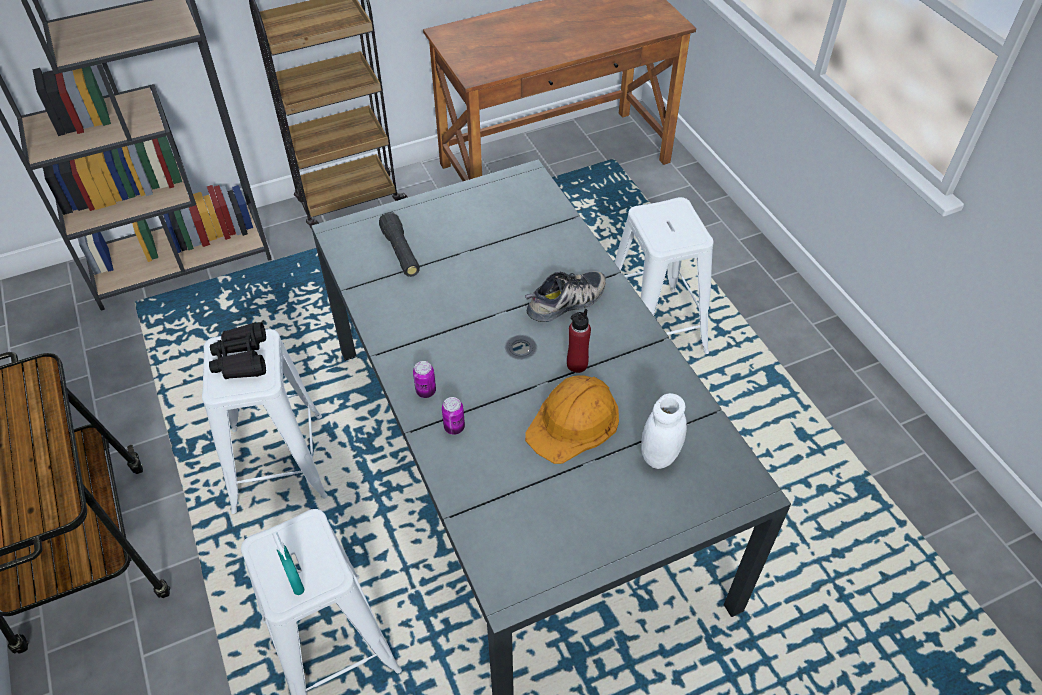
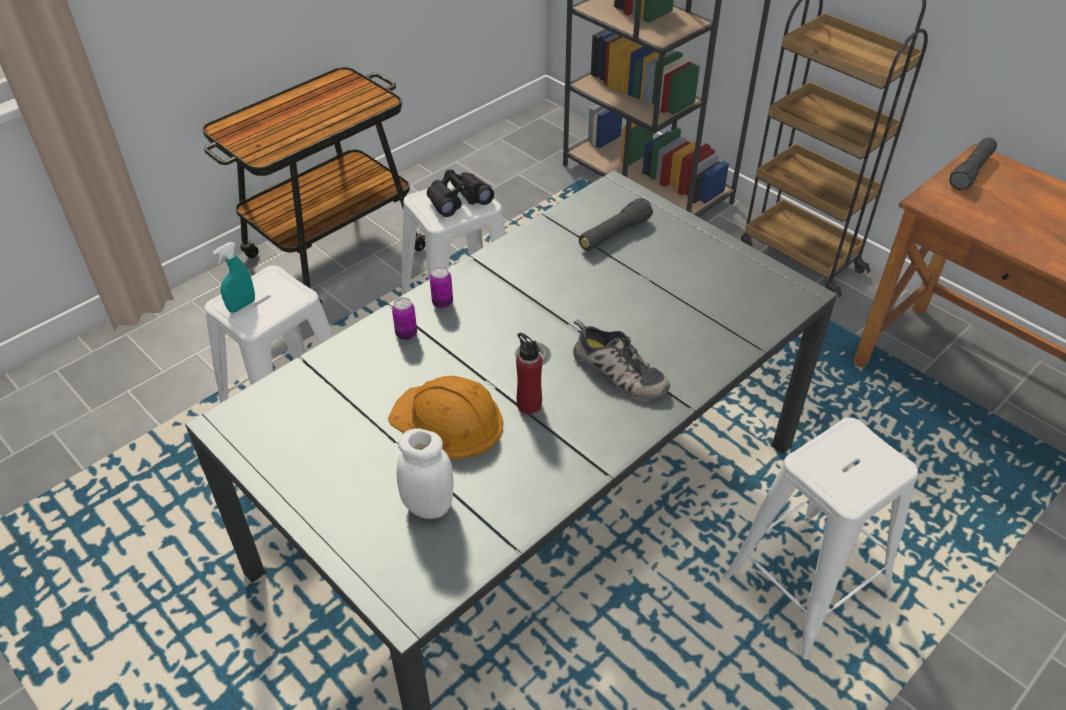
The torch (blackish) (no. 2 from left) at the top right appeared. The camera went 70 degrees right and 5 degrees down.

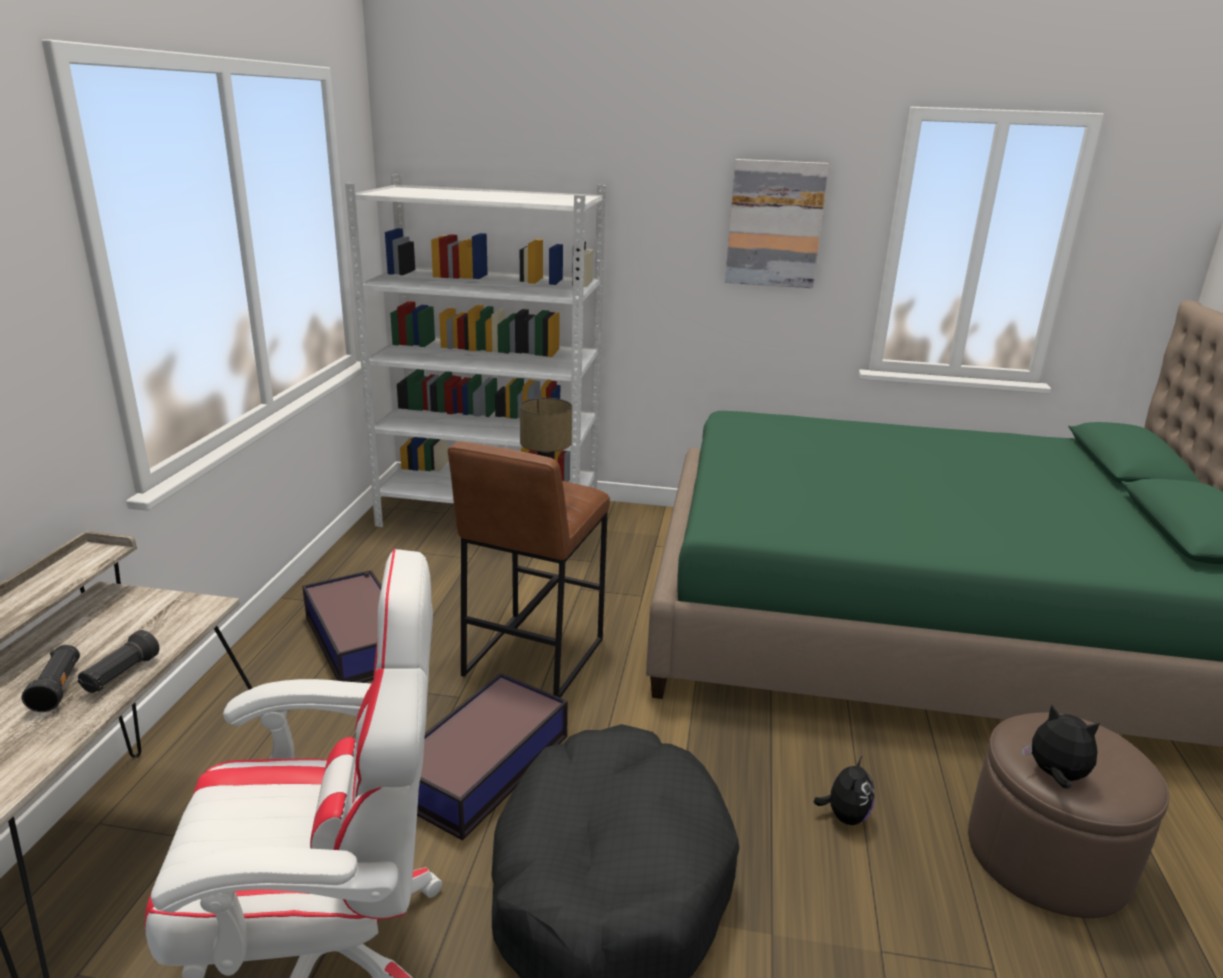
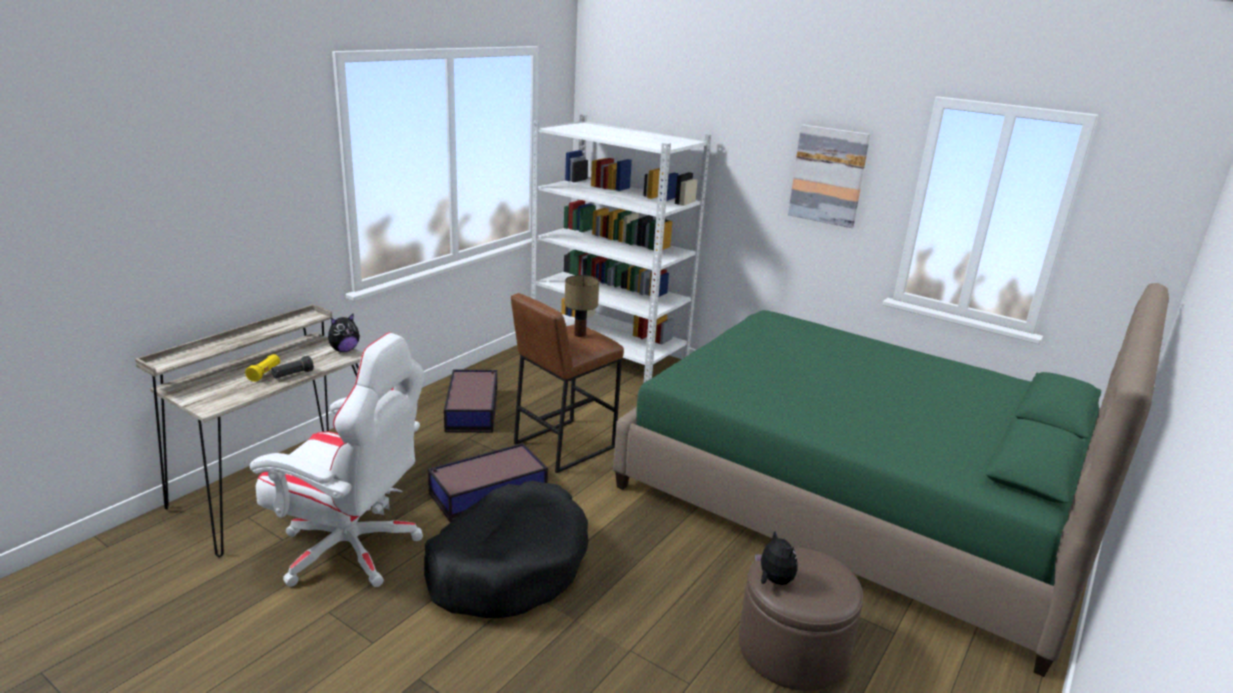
The torch (blackish) (no. 1 from left) at the bottom left became the torch (yellowish) at the middle left. The plush toy (no. 1 from left) moved from the bottom right to the middle left. The camera went 25 degrees right and 0 degrees up.

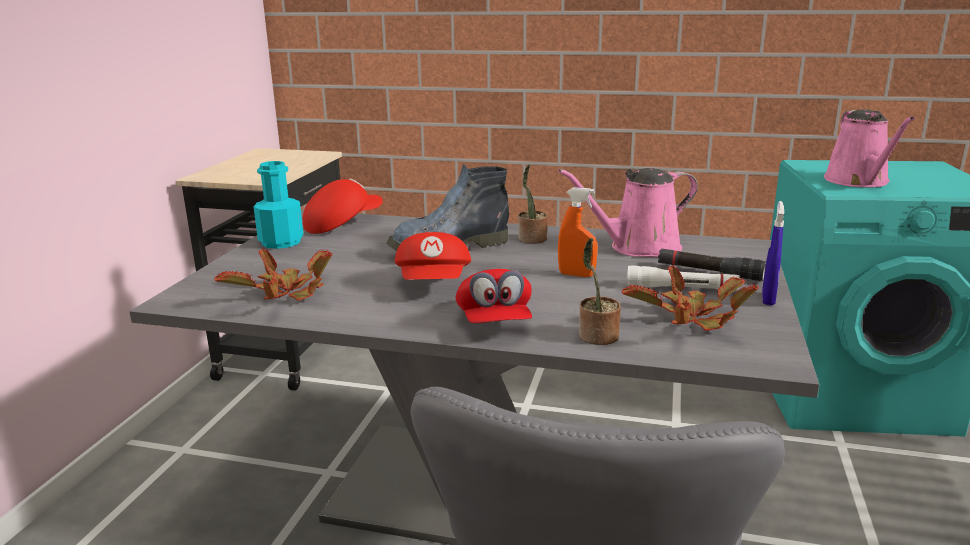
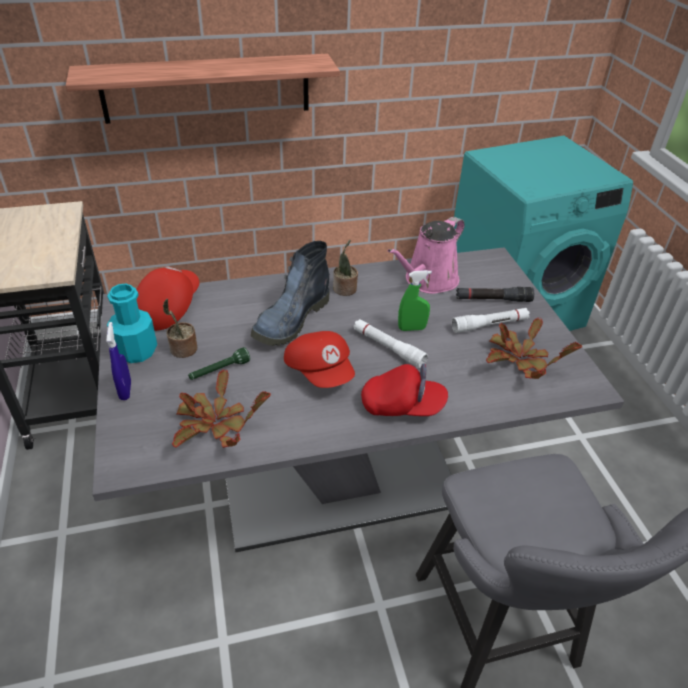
The watering can (pink) (no. 2 from left) at the top right disappeared. The sprayer (orange) at the centre became the sprayer (green) at the centre. The sprayer (bluish) moved from the middle right to the middle left. The potted plant (no. 3 from left in the first image) moved from the centre to the middle left. The baseball cap (red-coloured) (no. 3 from left) at the centre turned 45 degrees counterclockwise. The bracket shelf at the top left appeared. The torch (whitish) (no. 1 from left) at the centre appeared. The torch (green) at the middle left appeared. The camera went 30 degrees left and 20 degrees up.

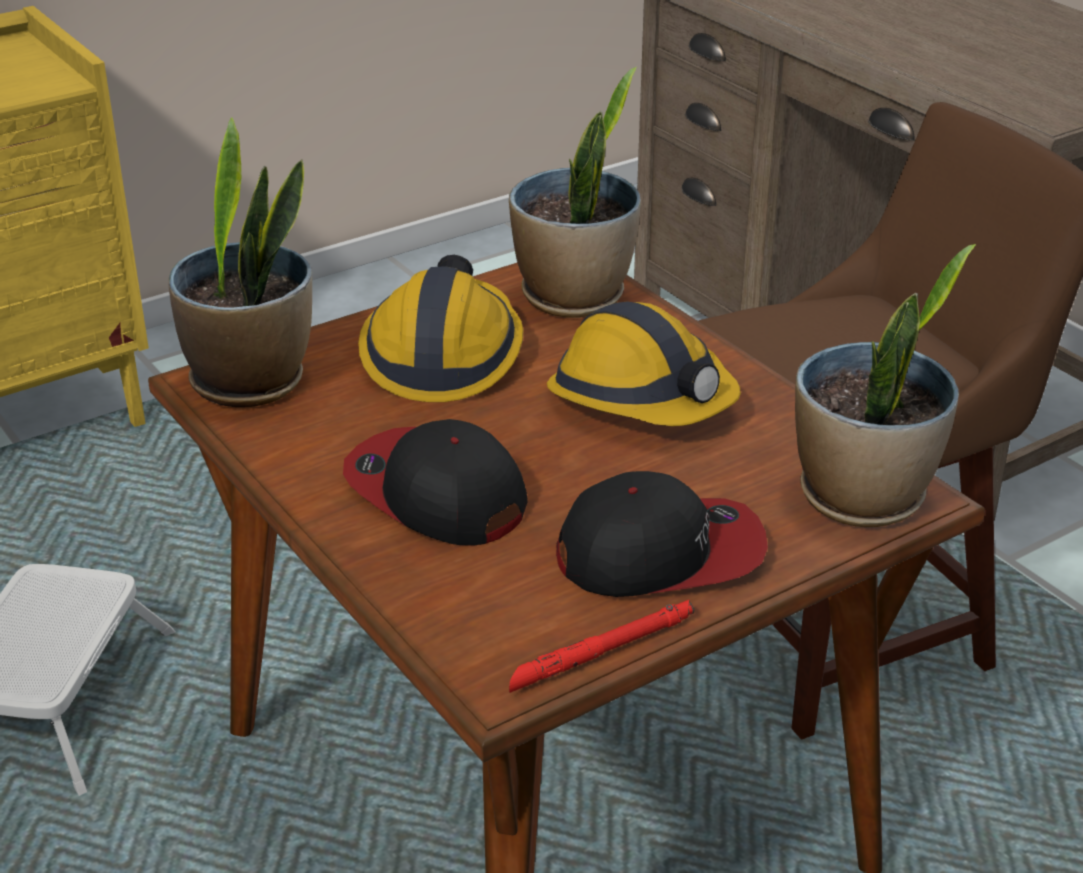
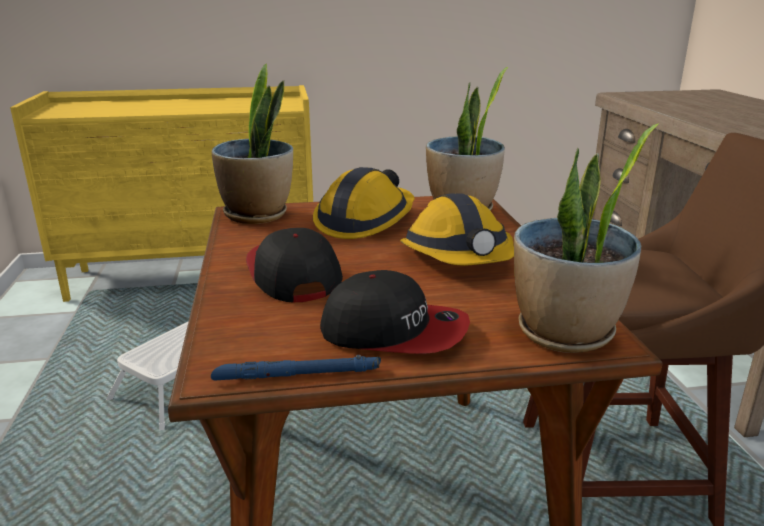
The torch (red-coloured) at the bottom centre became the torch (bluish) at the bottom centre. The camera went 25 degrees right and 10 degrees down.

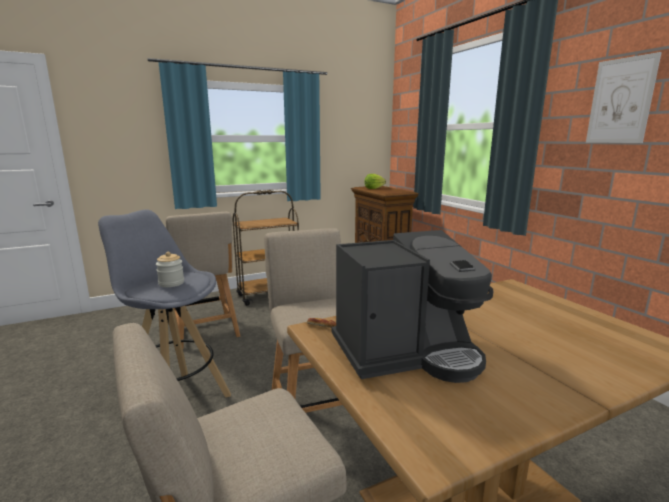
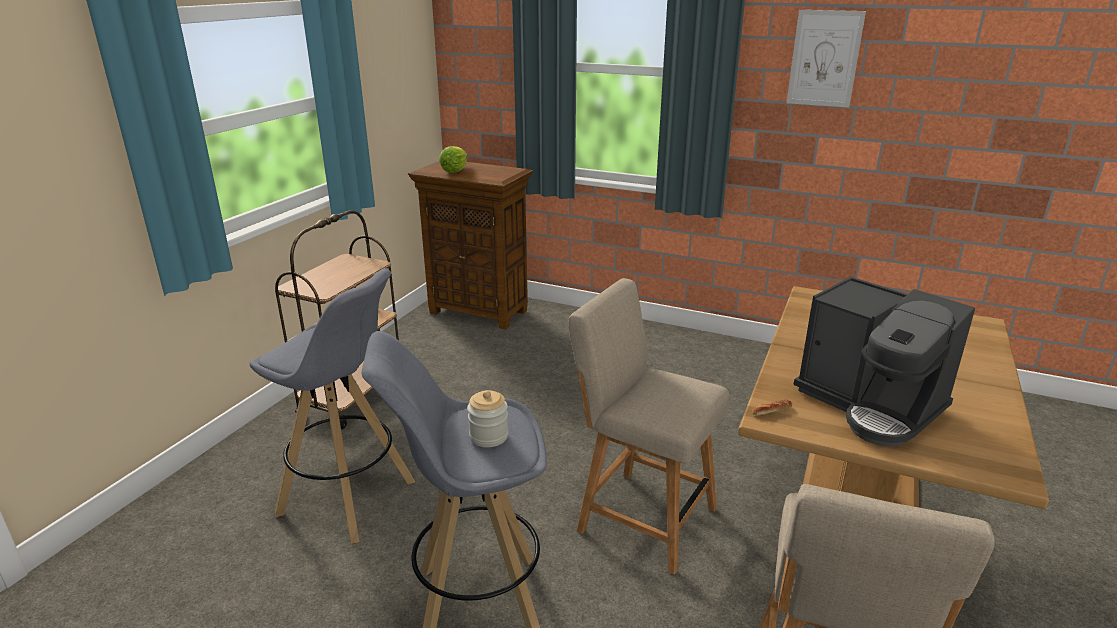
The plain chair (beige) (no. 1 from left) at the middle left was replaced by the stool seat (grey) (no. 1 from left) at the middle left. The coffee machine at the centre turned 105 degrees clockwise. The camera went 40 degrees left and 10 degrees up.

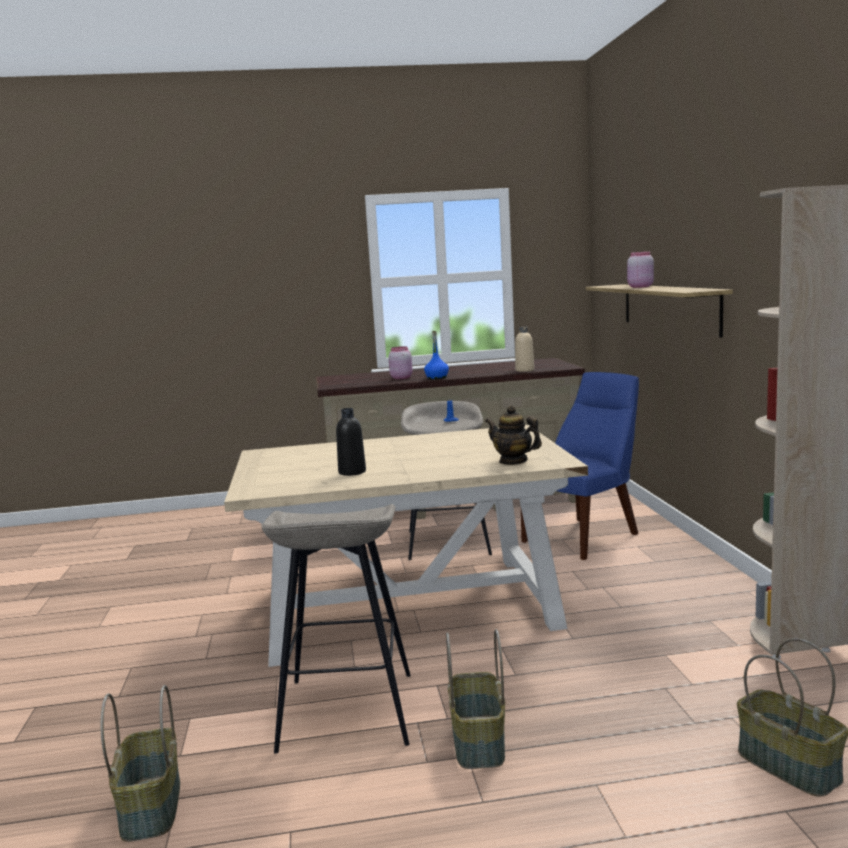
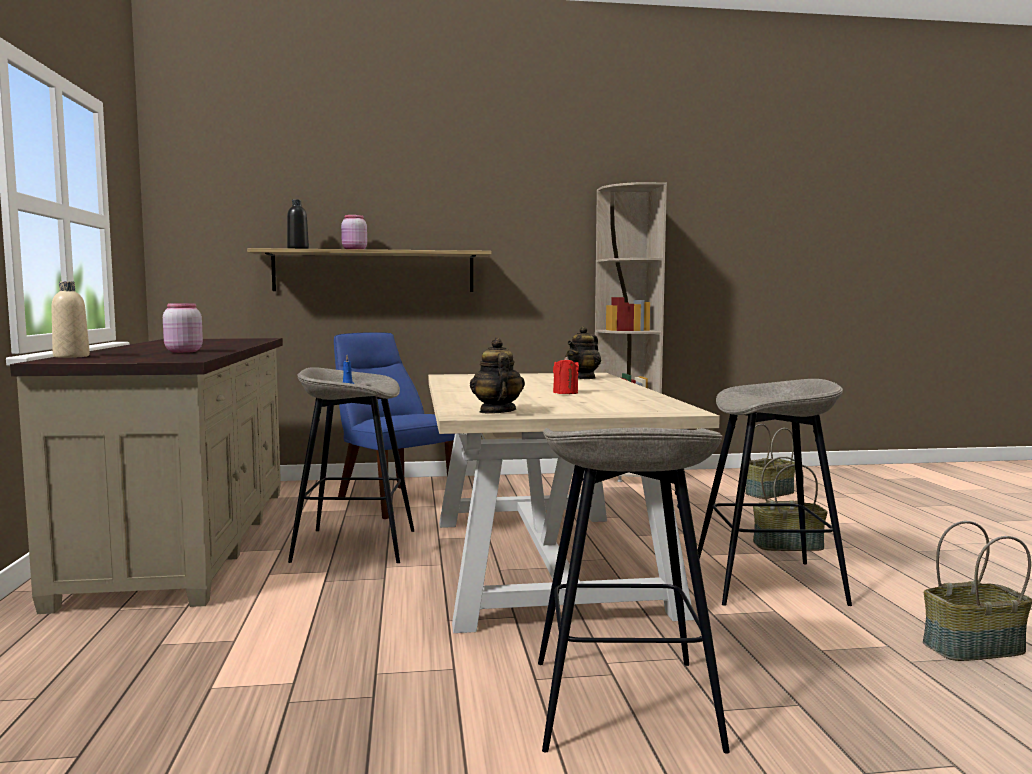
The drink bottle (beige) moved from the centre to the middle left. The drink bottle (bluish) at the centre disappeared. The drink bottle (blackish) moved from the centre to the top left. The pot for tea (no. 1 from left) at the centre appeared. The wax candle (red-coloured) at the centre appeared. The stool seat (grey) (no. 2 from left) at the bottom centre appeared. The camera went 90 degrees left and 5 degrees down.

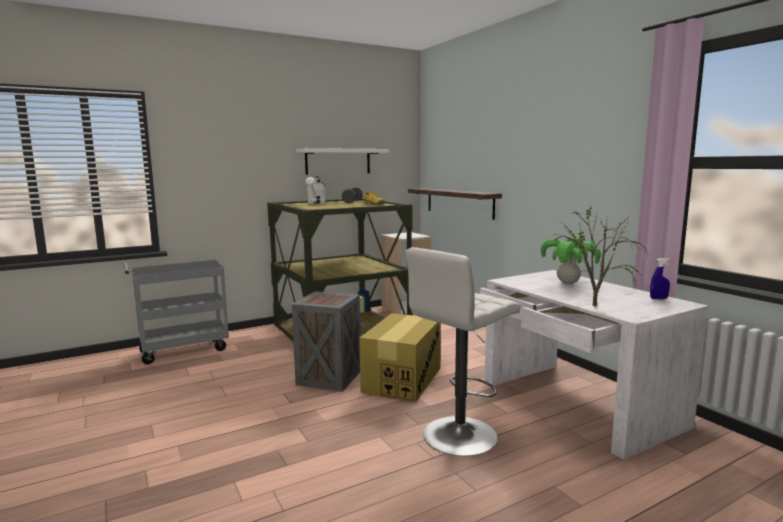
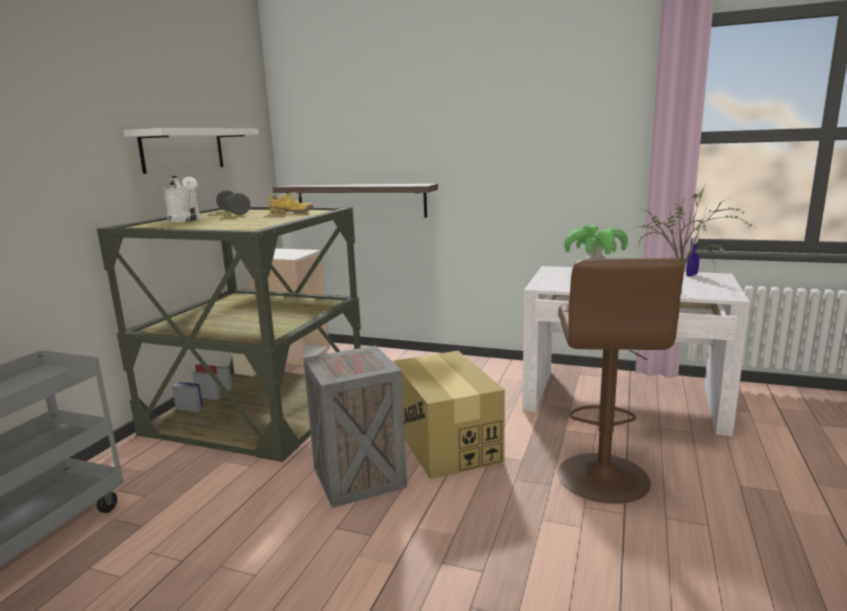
The stool seat (whitish) at the bottom centre became the stool seat (brown) at the middle right. The camera went 40 degrees left and 5 degrees up.

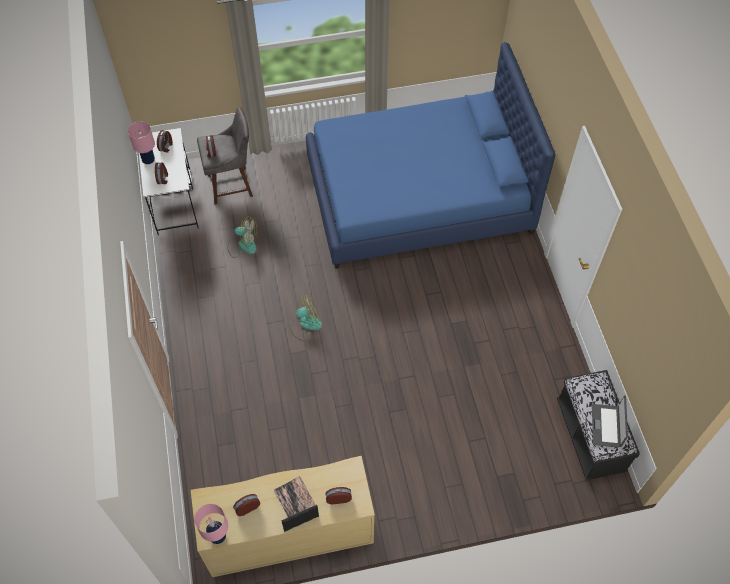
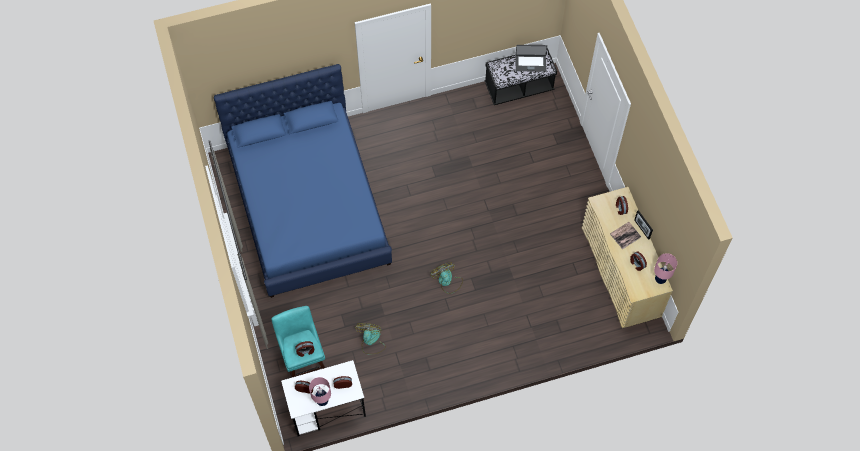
The stool seat (grey) at the top left became the stool seat (turquoise-coloured) at the bottom centre. The camera went 95 degrees left and 5 degrees up.

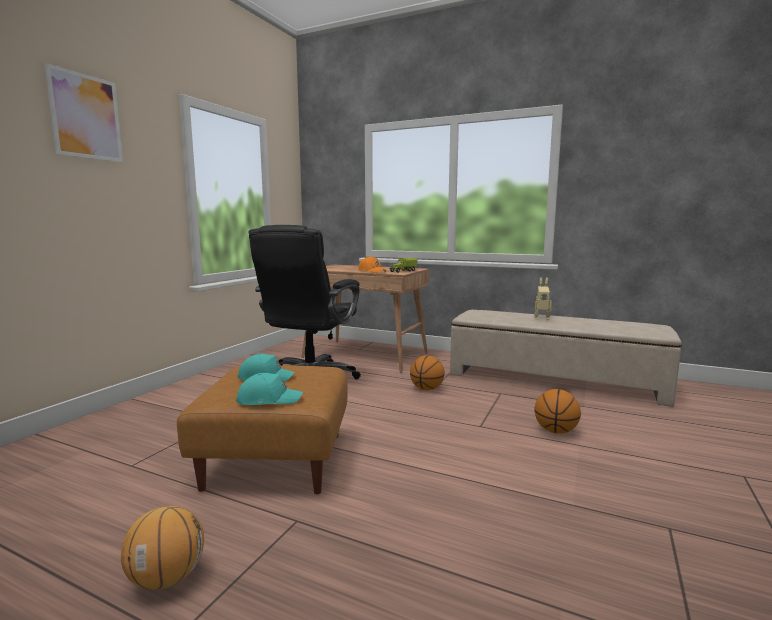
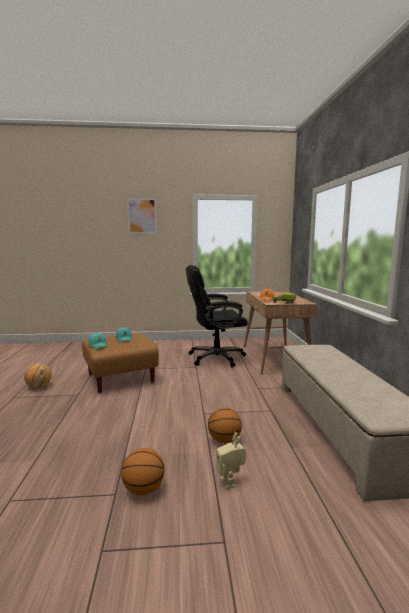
The toy robot moved from the middle right to the bottom centre. The basketball (no. 2 from left) moved from the centre to the bottom centre. The camera went 60 degrees right and 0 degrees up.

